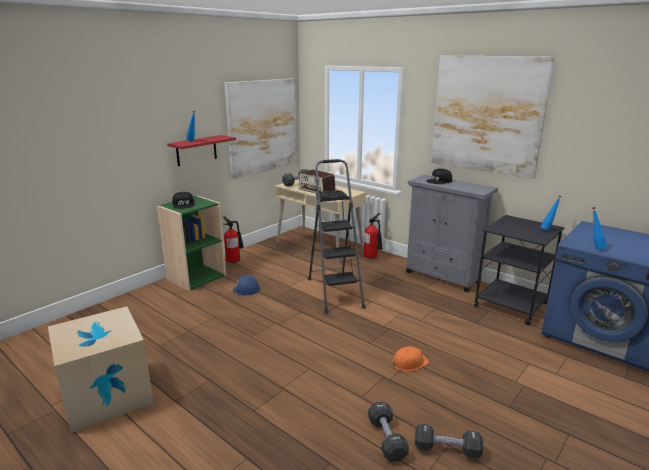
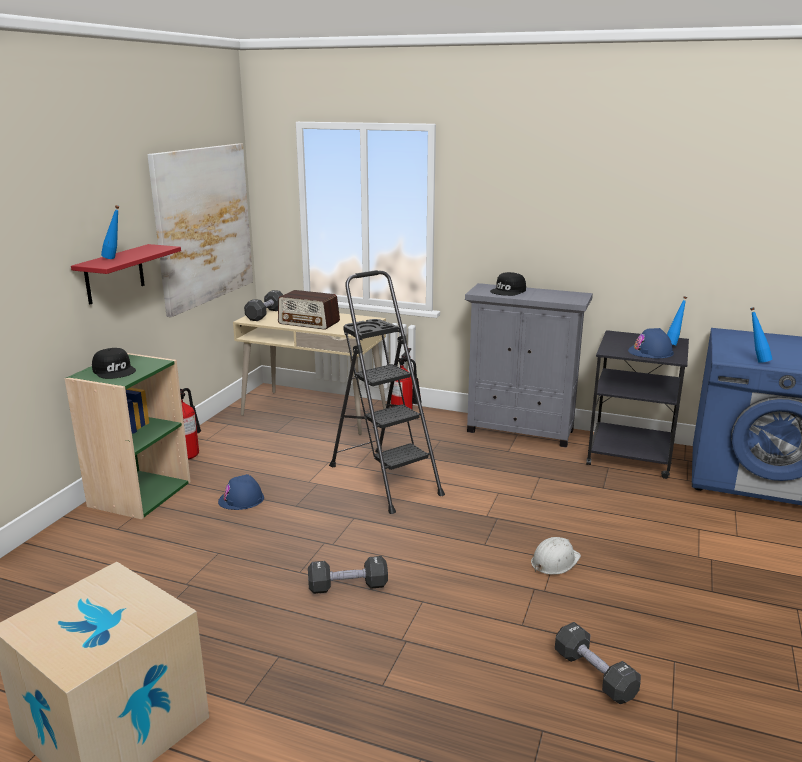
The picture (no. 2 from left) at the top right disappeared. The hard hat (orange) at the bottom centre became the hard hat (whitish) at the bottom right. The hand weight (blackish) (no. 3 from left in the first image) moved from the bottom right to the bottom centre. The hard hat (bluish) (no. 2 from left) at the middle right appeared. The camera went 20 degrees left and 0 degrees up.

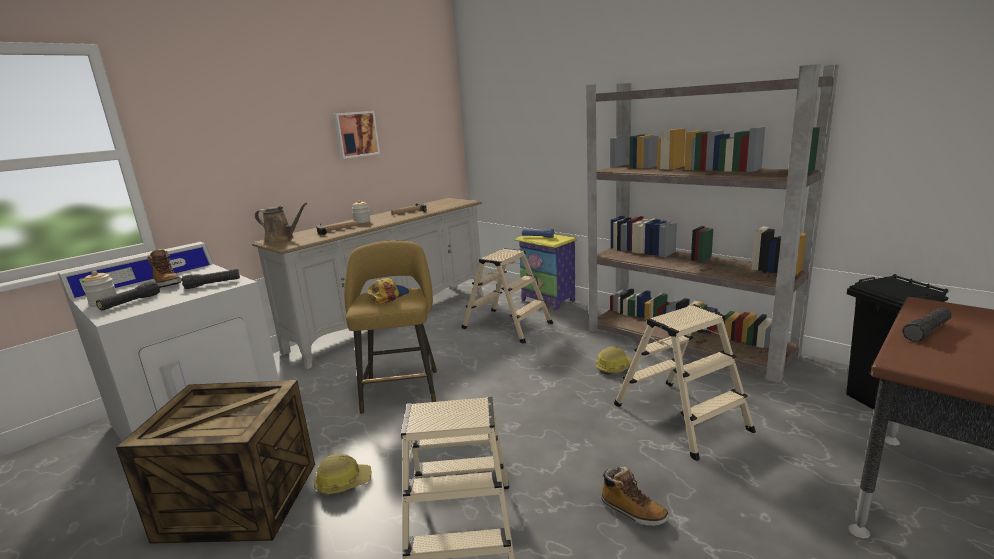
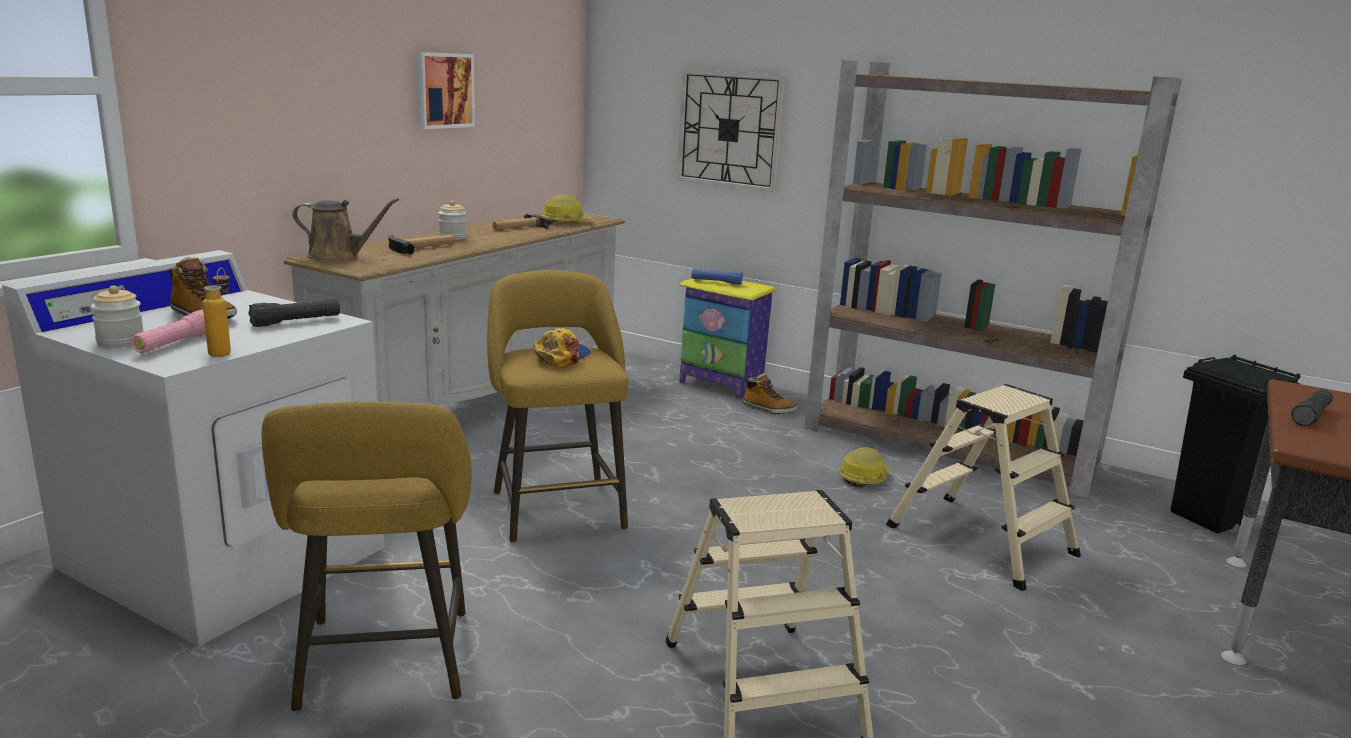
The step ladder (beige) (no. 2 from left) at the centre disappeared. The torch (blackish) (no. 1 from left) at the middle left became the torch (pink) at the middle left. The crate at the bottom left was replaced by the stool seat (yellowish) (no. 1 from left) at the bottom left. The hard hat (no. 1 from left) moved from the bottom centre to the top centre. The boot (no. 2 from left) moved from the bottom centre to the centre. The hanging clock at the top centre appeared. The drink bottle at the middle left appeared. The camera went 15 degrees left and 0 degrees up.

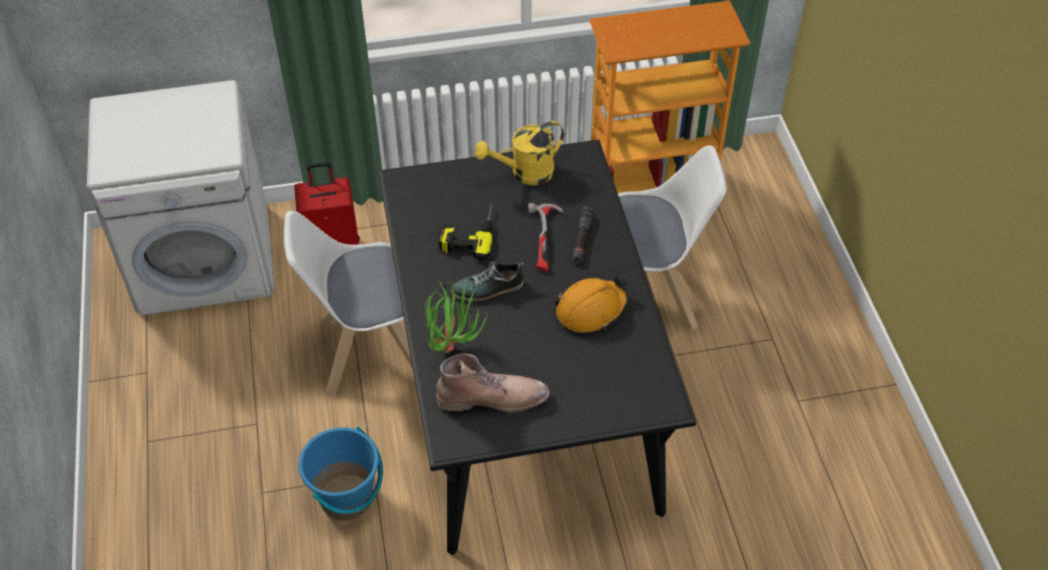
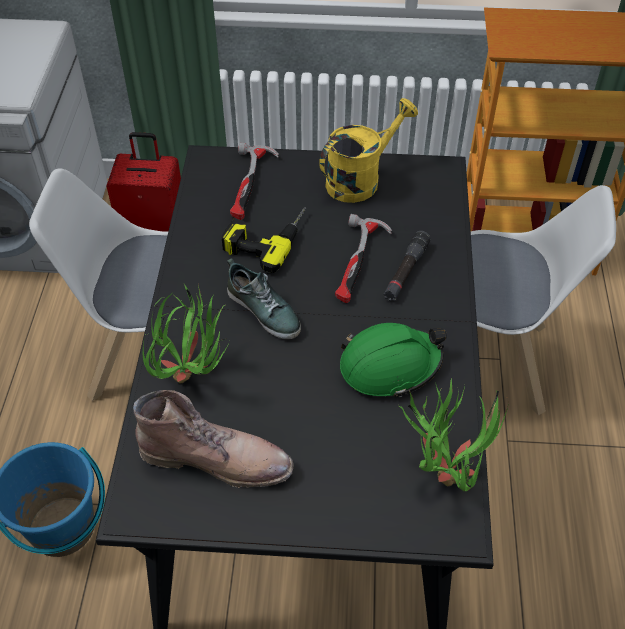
The watering can (yellowish) at the top centre turned 150 degrees clockwise. The item of footwear at the centre turned 135 degrees counterclockwise. The hard hat (orange) at the centre became the hard hat (green) at the centre. The hammer (no. 1 from left) at the top centre appeared. The potted plant (no. 2 from left) at the bottom right appeared. The camera went 15 degrees right and 0 degrees up.

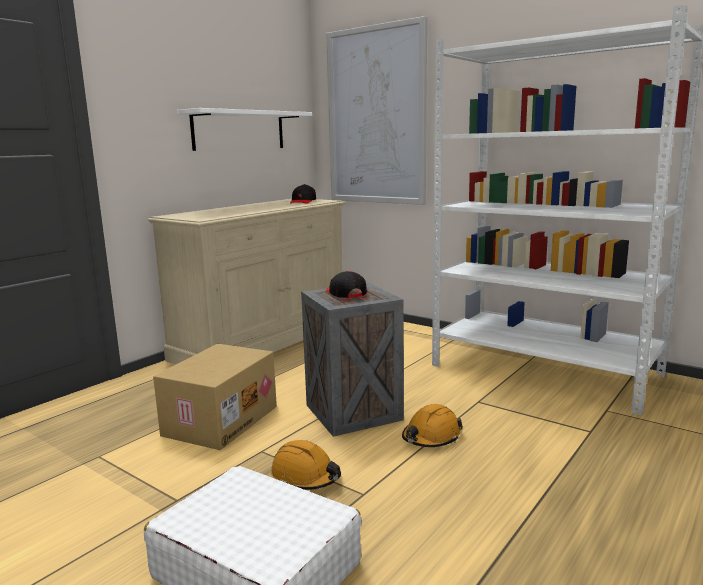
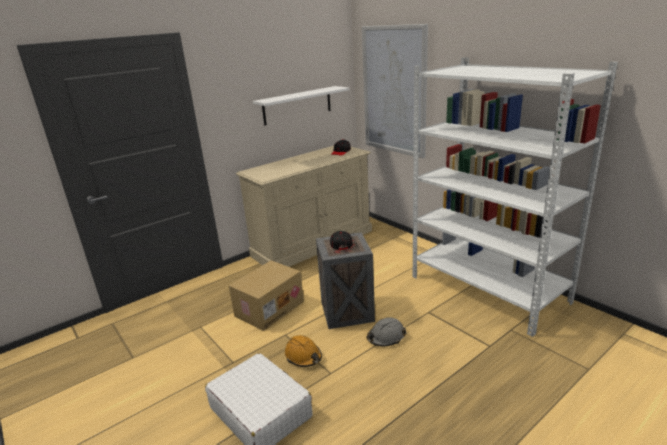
The hard hat (orange) (no. 2 from left) at the bottom centre became the hard hat (grey) at the bottom centre. The camera went 15 degrees right and 10 degrees up.

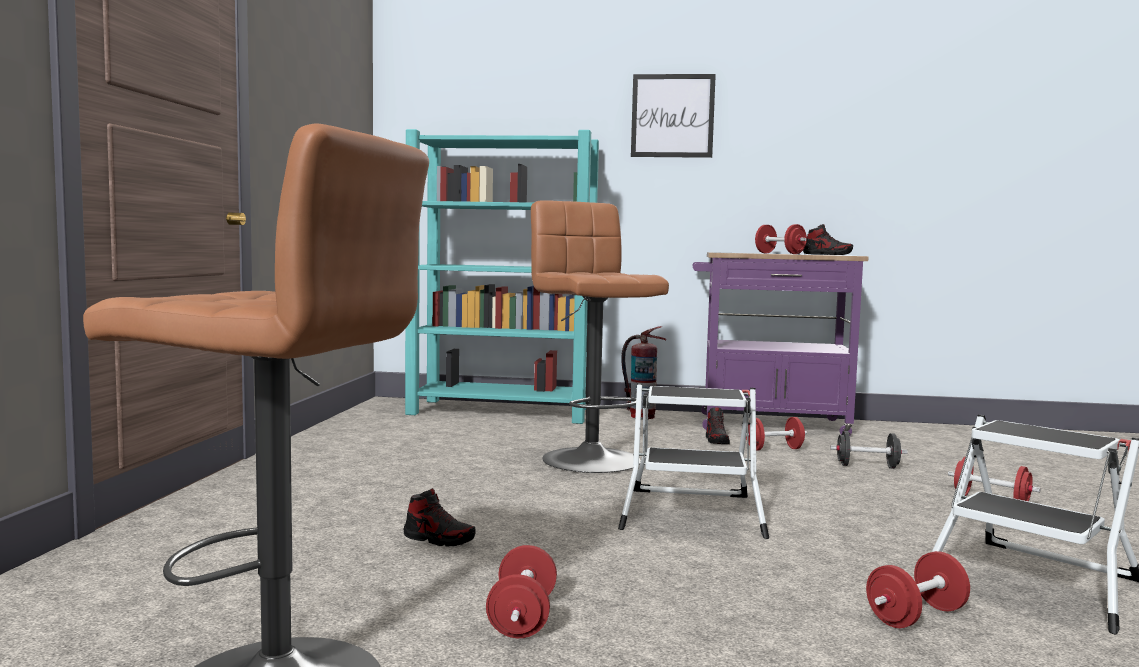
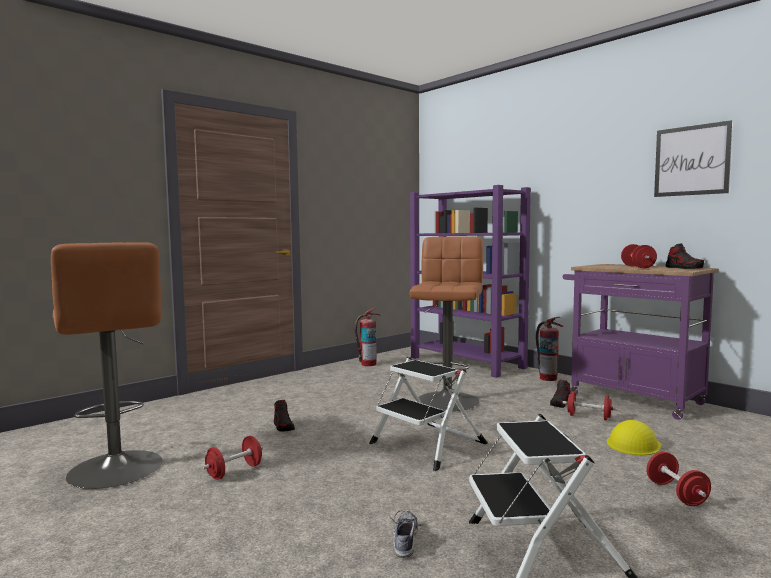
The picture moved from the top centre to the top right. The shelving unit (turquoise-coloured) at the centre became the shelving unit (purplish) at the centre. The hand weight (blackish) at the bottom right was replaced by the hard hat (yellowish) at the bottom right. The hand weight (red-coloured) (no. 4 from left) at the bottom right was replaced by the item of footwear (no. 2 from left) at the bottom centre. The fire extinguisher (no. 1 from left) at the centre appeared. The camera went 40 degrees right and 0 degrees up.

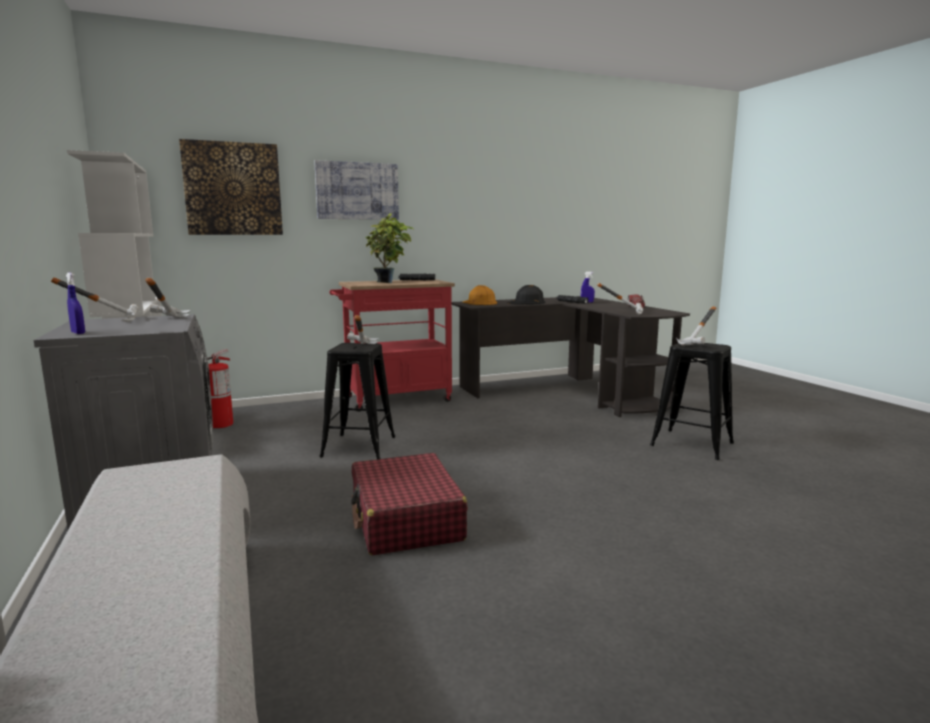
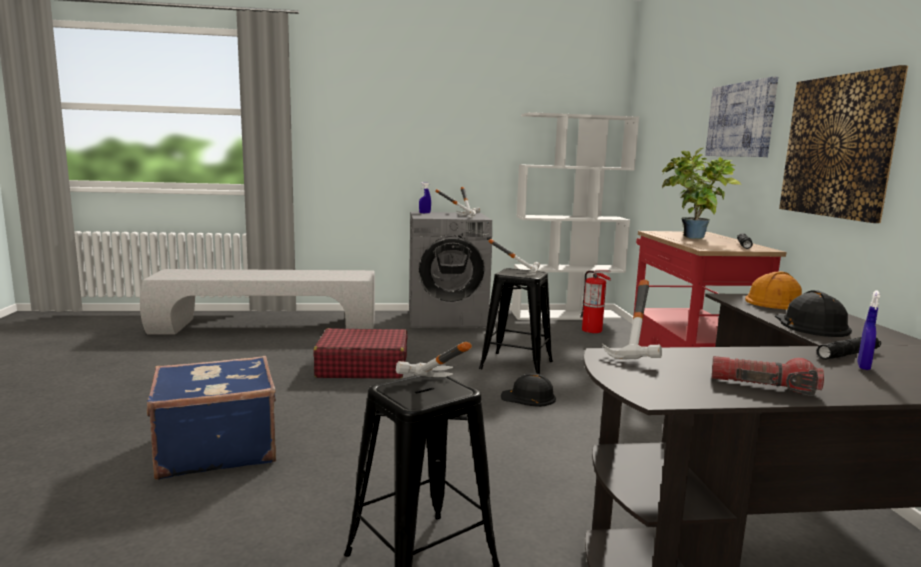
The picture (no. 1 from left in the first image) moved from the top left to the top right. The travel case (bluish) at the bottom left appeared. The hard hat (blackish) (no. 1 from left) at the bottom centre appeared. The camera went 105 degrees right and 0 degrees up.

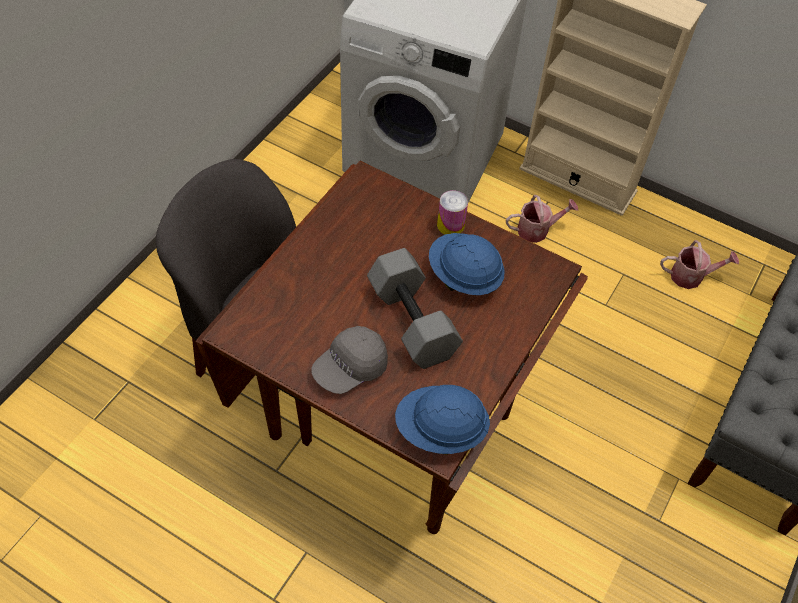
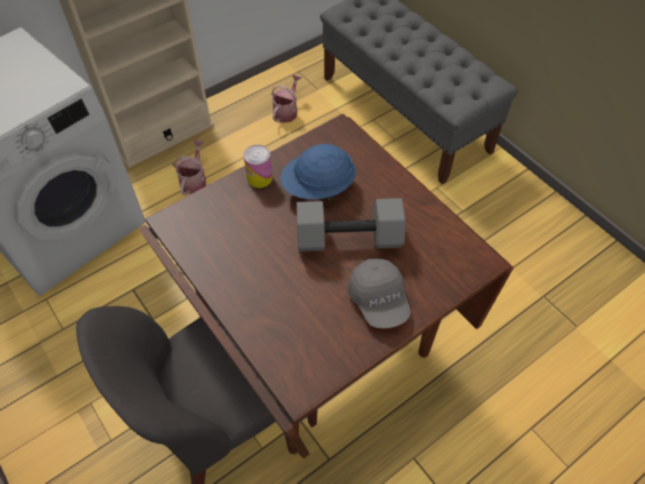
The hard hat (bluish) (no. 1 from left) at the bottom centre disappeared. The camera went 65 degrees left and 0 degrees up.

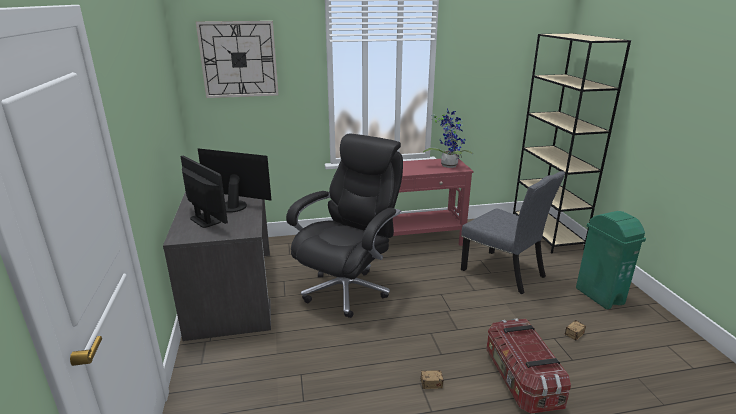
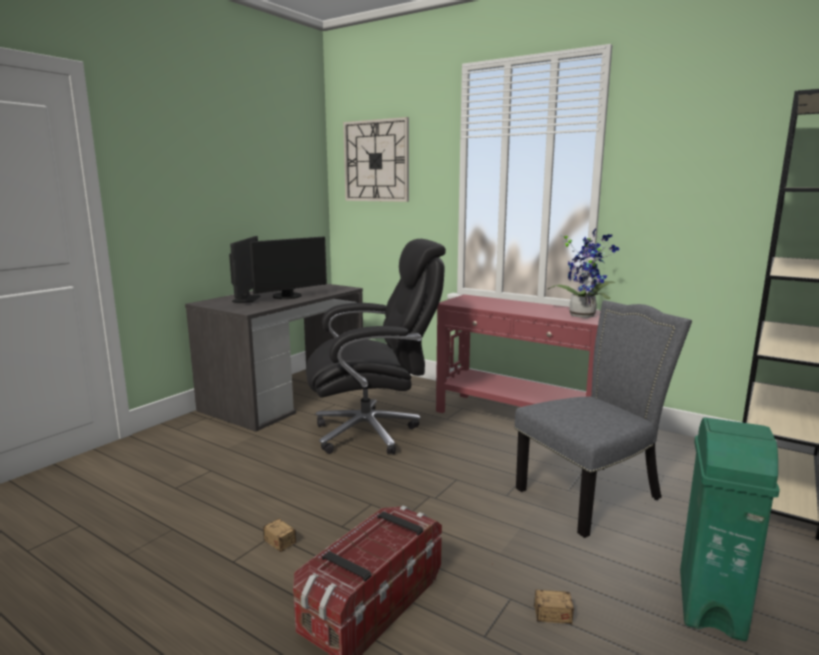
The computer display (no. 2 from left) at the middle left turned 75 degrees clockwise. The plain chair (grey) at the middle right turned 120 degrees counterclockwise. The camera went 45 degrees right and 10 degrees down.

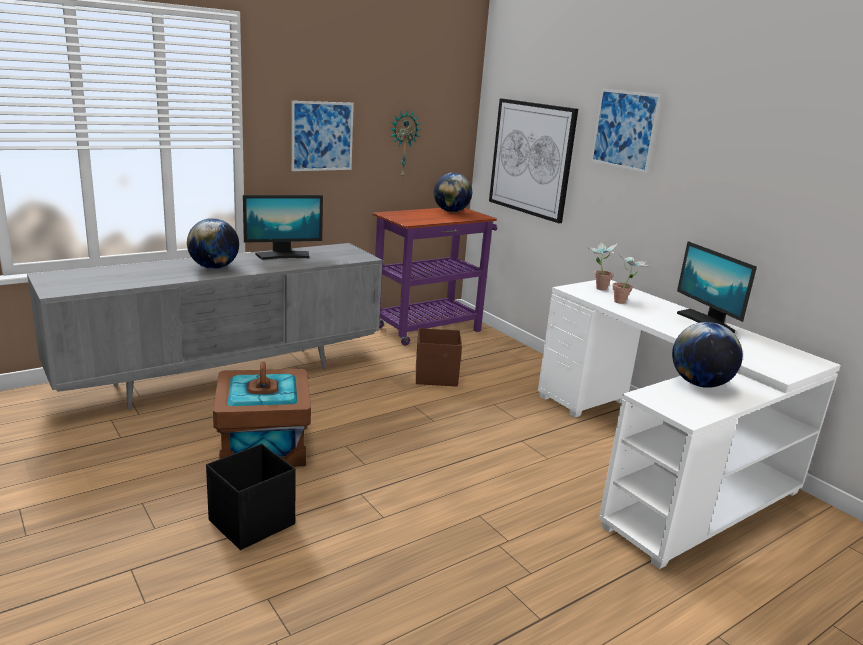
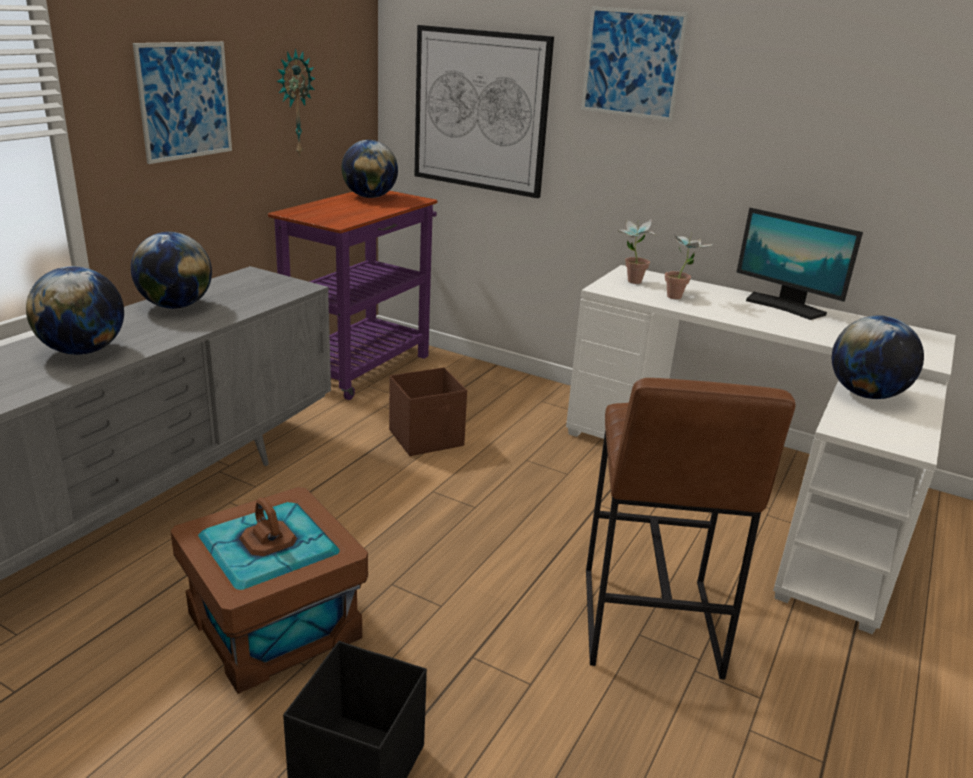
The computer display (no. 1 from left) at the middle left was replaced by the world globe (no. 2 from left) at the middle left. The stool seat (brown) at the bottom right appeared. The camera went 25 degrees left and 5 degrees up.

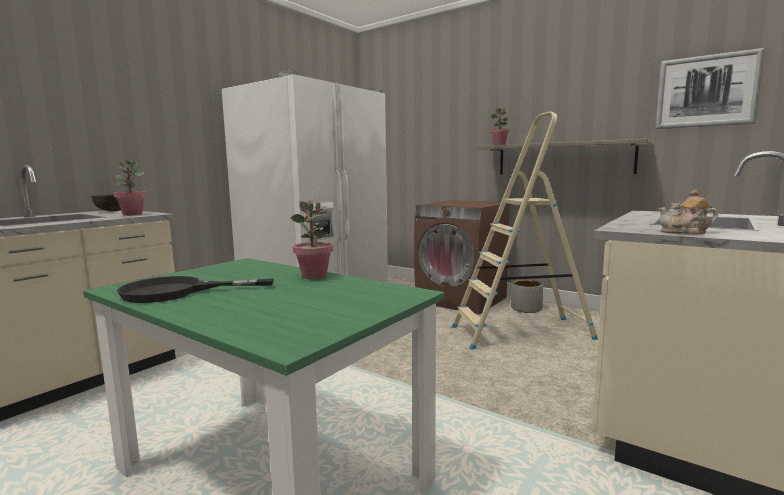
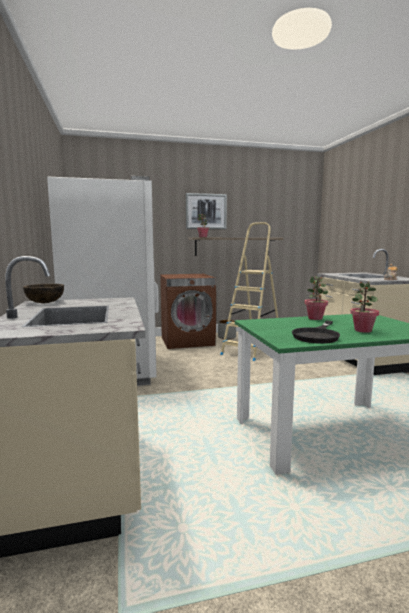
The picture moved from the top right to the centre. The potted plant (no. 1 from left in the first image) moved from the middle left to the middle right. The camera went 50 degrees left and 0 degrees up.

